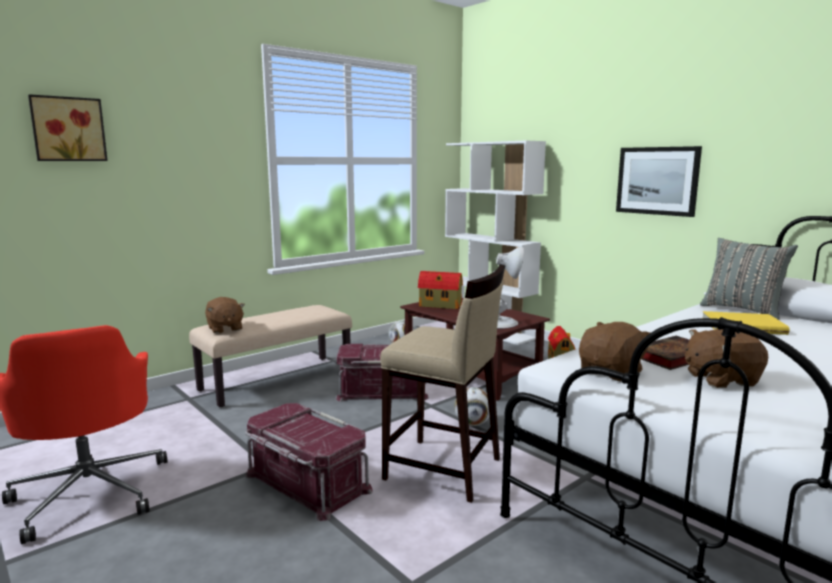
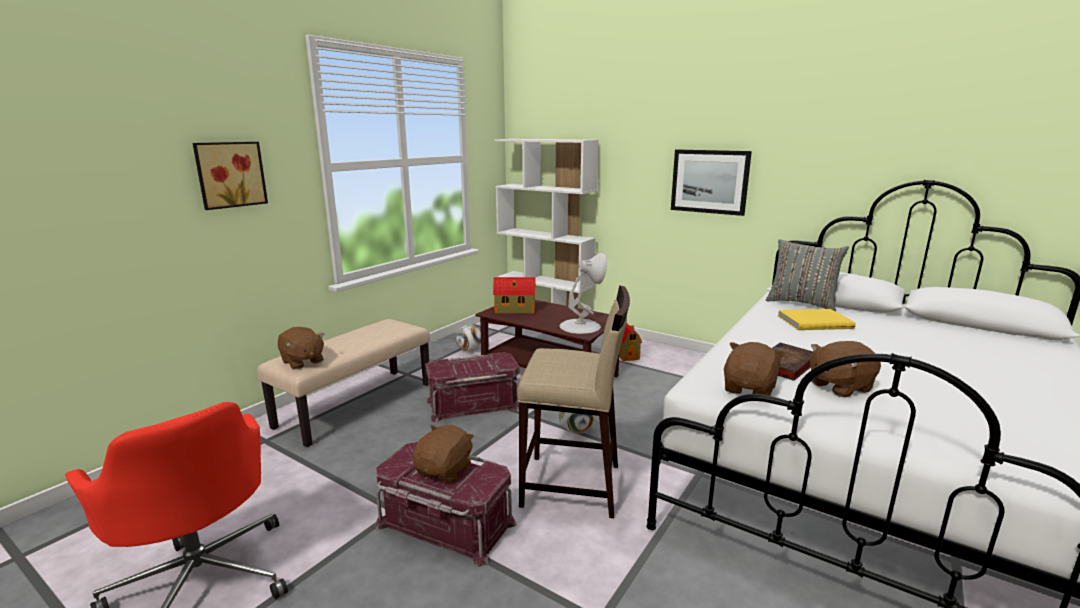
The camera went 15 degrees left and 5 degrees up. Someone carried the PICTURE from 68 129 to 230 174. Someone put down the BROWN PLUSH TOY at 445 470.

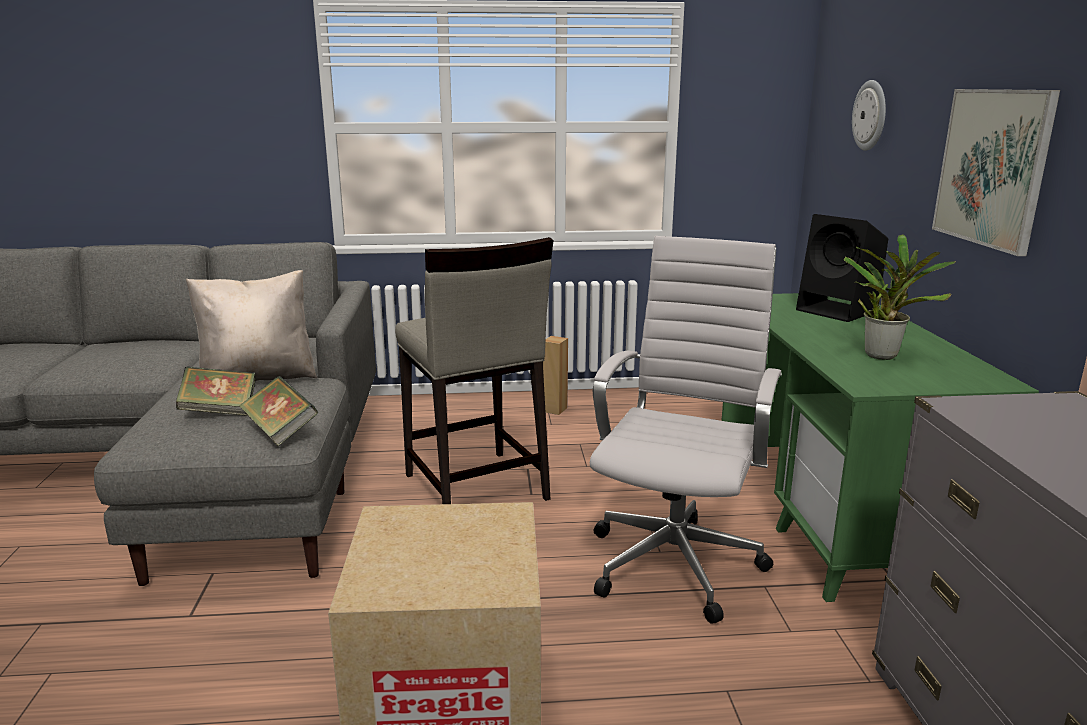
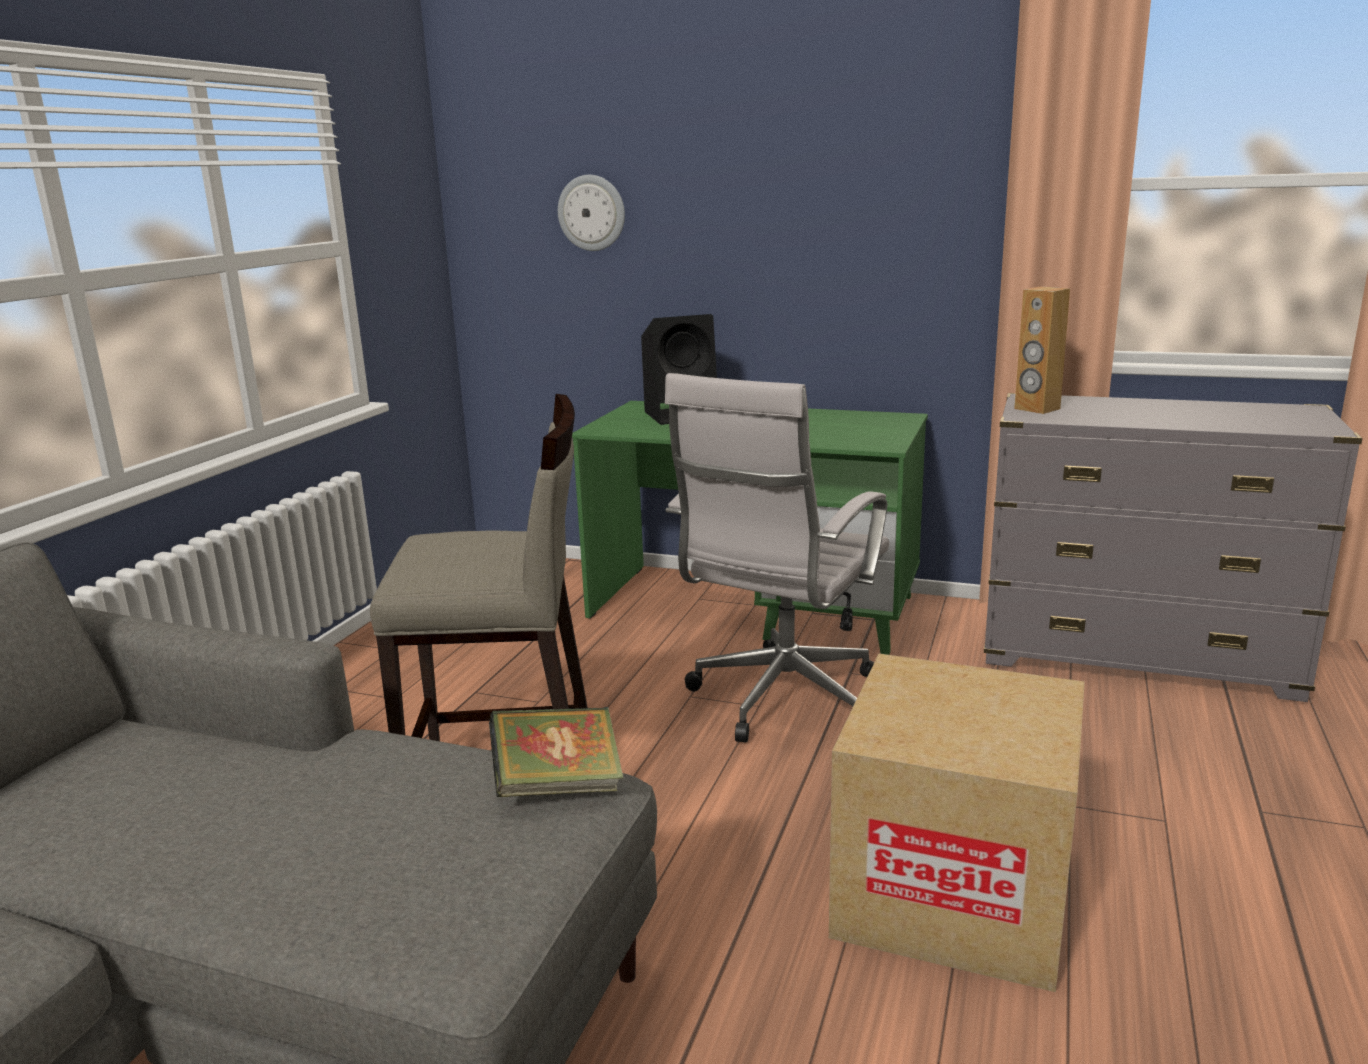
The camera went 65 degrees left and 0 degrees up. Someone rotated the WHITE OFFICE CHAIR at 676 560 by 105 degrees counterclockwise. Someone carried the BROWN SPEAKER from 554 409 to 1036 409. Someone took away the BOOK at 220 411. Someone took away the BEIGE PILLOW at 258 378. Someone took away the POTTED PLANT at 882 354. Someone took away the PICTURE at 992 167.

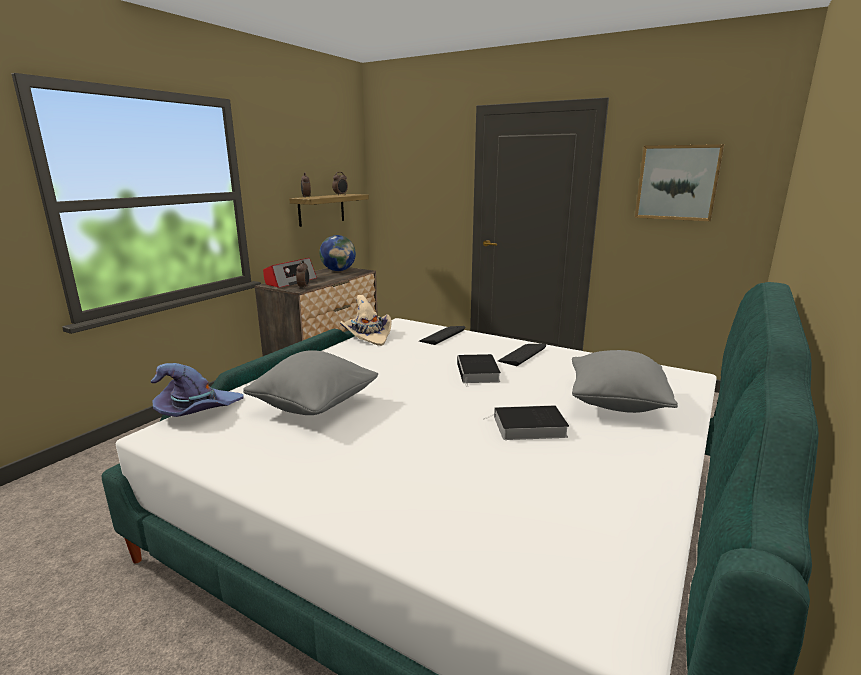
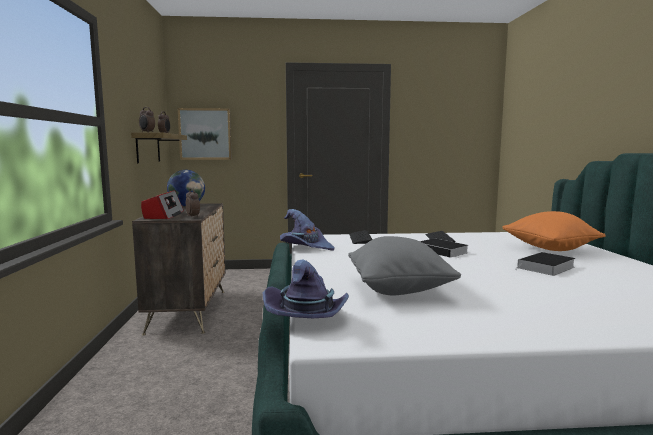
The camera went 35 degrees left and 10 degrees down. Someone carried the PICTURE from 677 182 to 205 134. Someone repainted the BEIGE HAT at 368 336, which became the PURPLE HAT at 305 247. Someone repainted the GREY PILLOW at 616 404, which became the ORANGE PILLOW at 549 249.

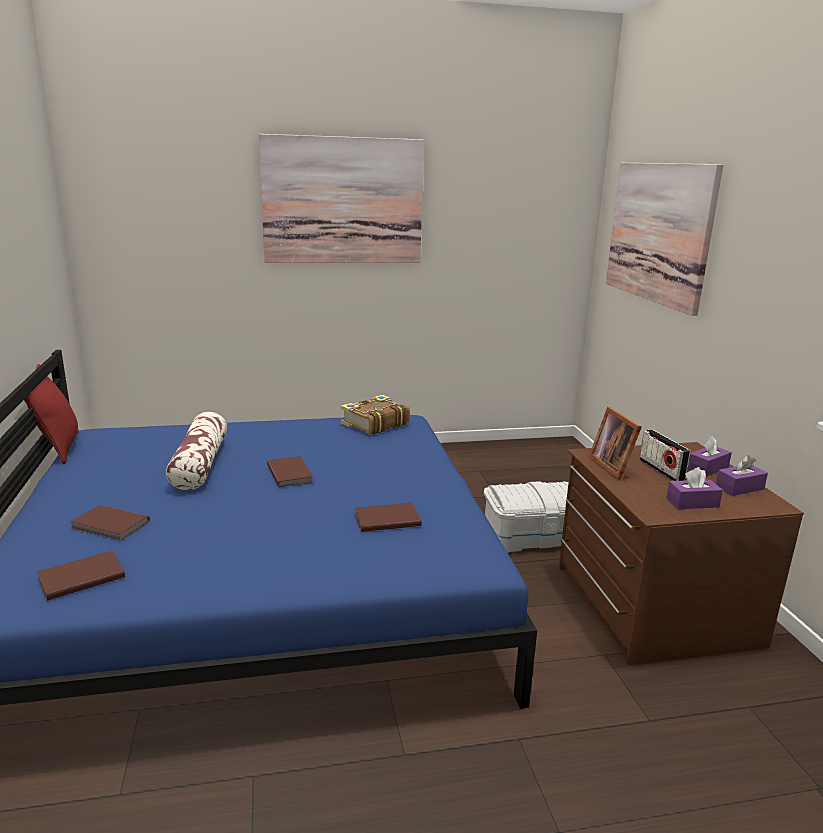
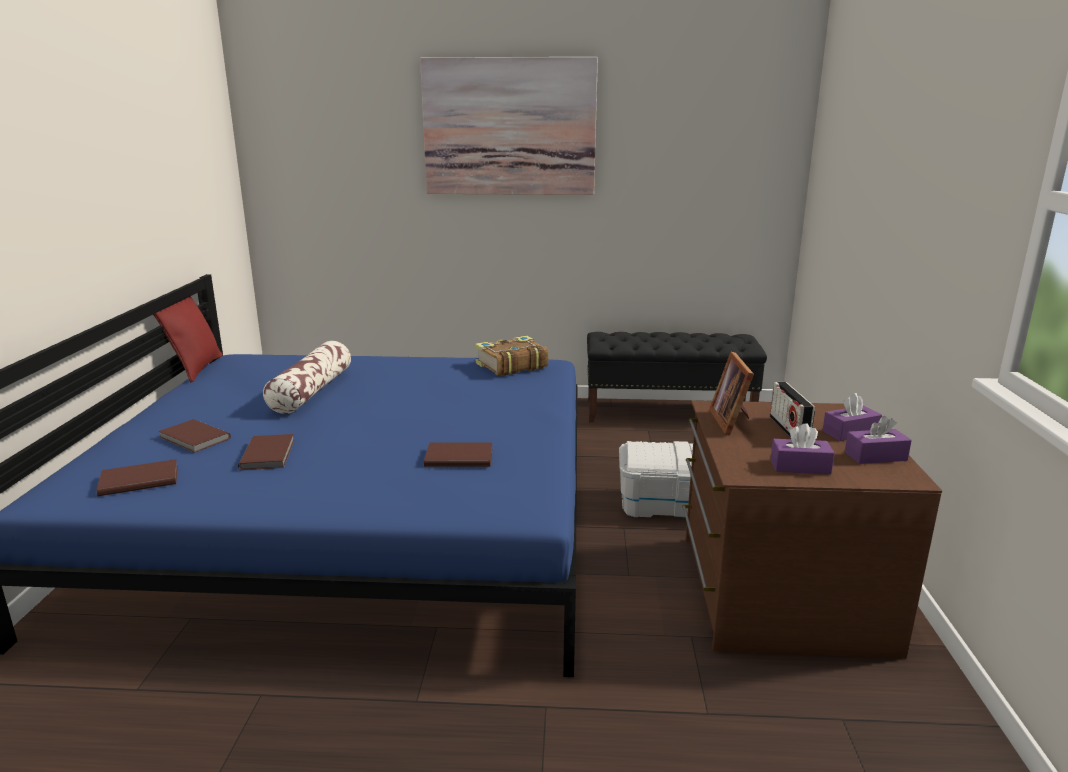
The camera went 15 degrees right and 0 degrees up. Someone carried the BROWN BOOK from 290 473 to 269 454. Someone put down the BLACK BENCH at 669 412. Someone took away the PICTURE at 658 232.

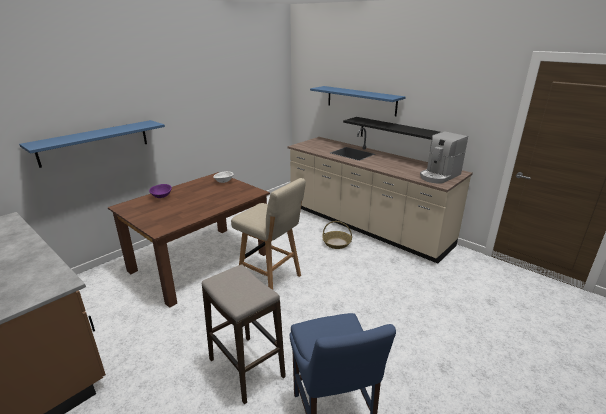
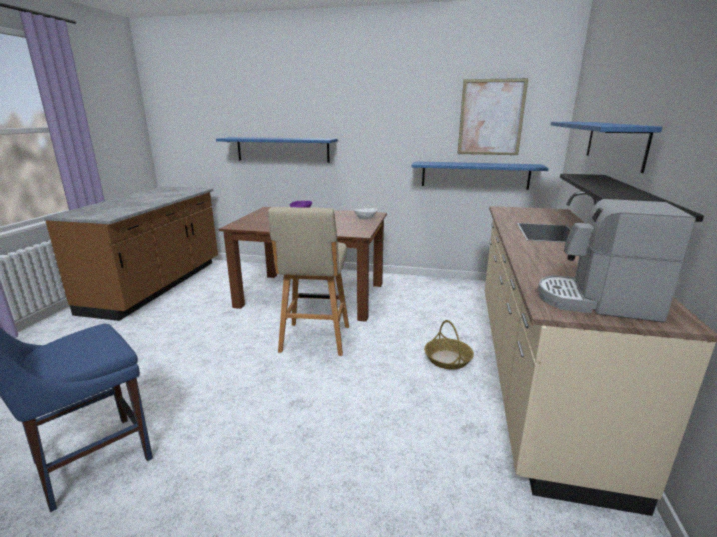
The camera went 60 degrees right and 5 degrees down. Someone put up the BLUE SHELF at 475 175. Someone put up the PICTURE at 491 117. Someone took away the STOOL at 246 368.

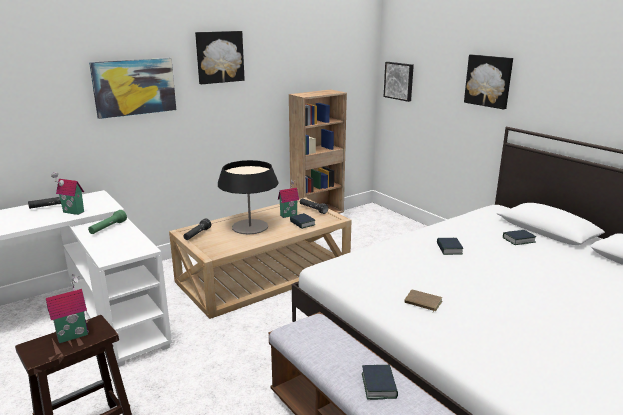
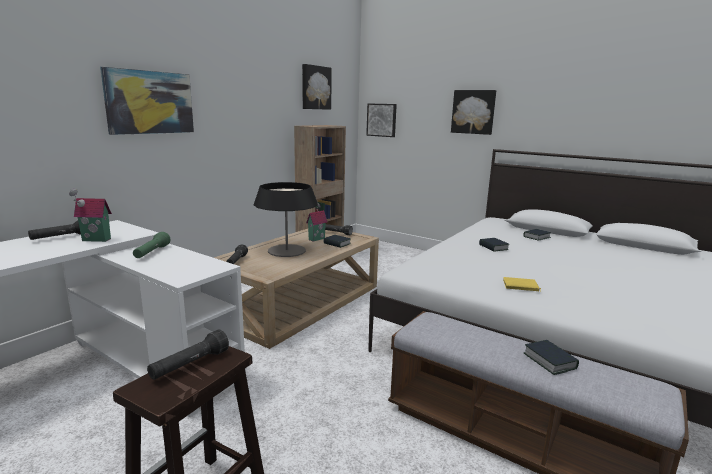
The camera went 20 degrees left and 5 degrees down. Someone swapped the TOY HOUSE at 72 335 for the BLACK FLASHLIGHT at 190 365. Someone carried the PICTURE from 219 57 to 315 87. Someone repainted the BROWN BOOK at 422 303, which became the YELLOW BOOK at 520 287.

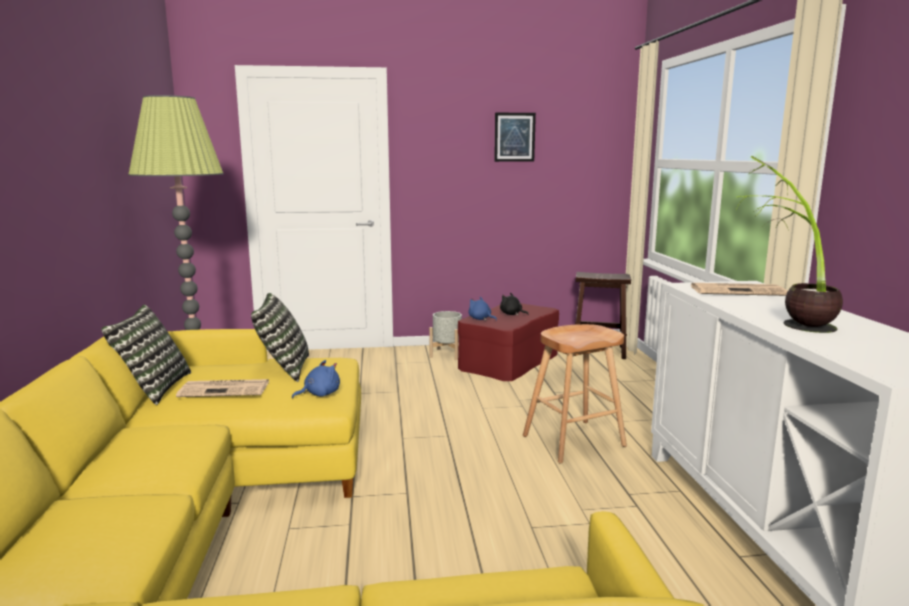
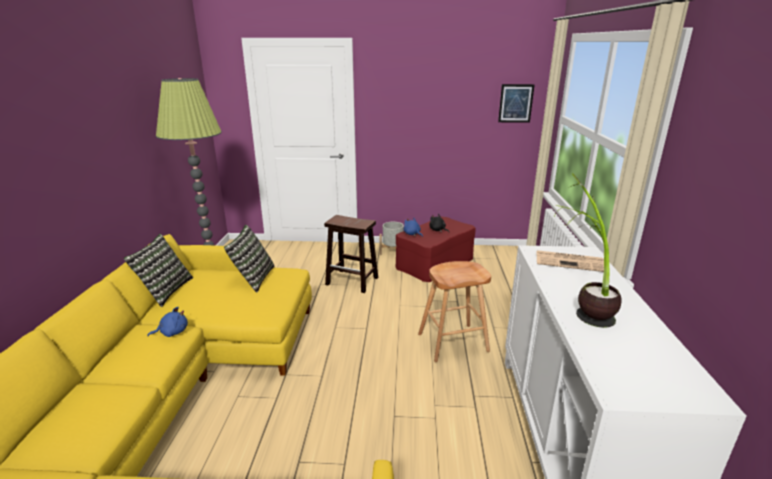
The camera went 10 degrees right and 10 degrees up. Someone carried the BLUE PLUSH TOY from 319 394 to 172 332. Someone carried the BROWN STOOL from 599 351 to 353 281. Someone carried the PICTURE from 514 137 to 515 103. Someone took away the NEWSPAPER at 226 389.

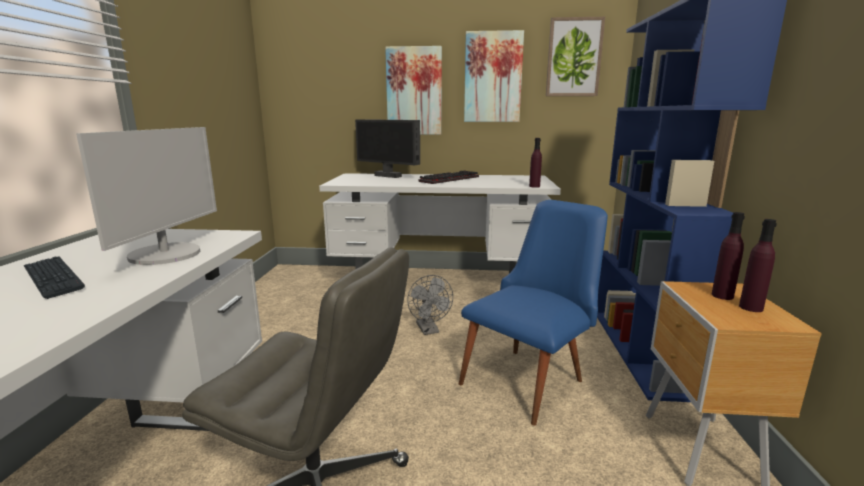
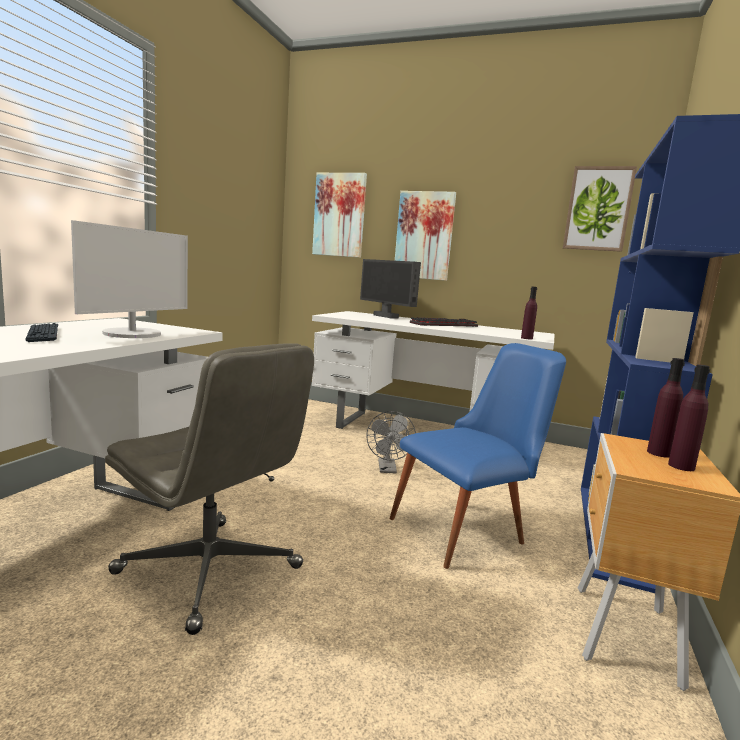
The camera went 15 degrees right and 5 degrees down. Someone carried the PICTURE from 492 77 to 339 215.

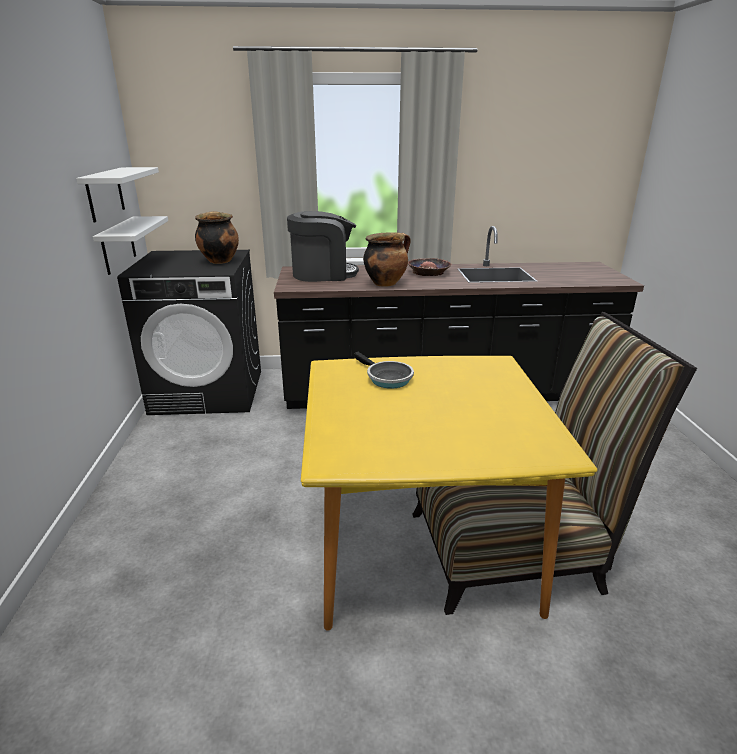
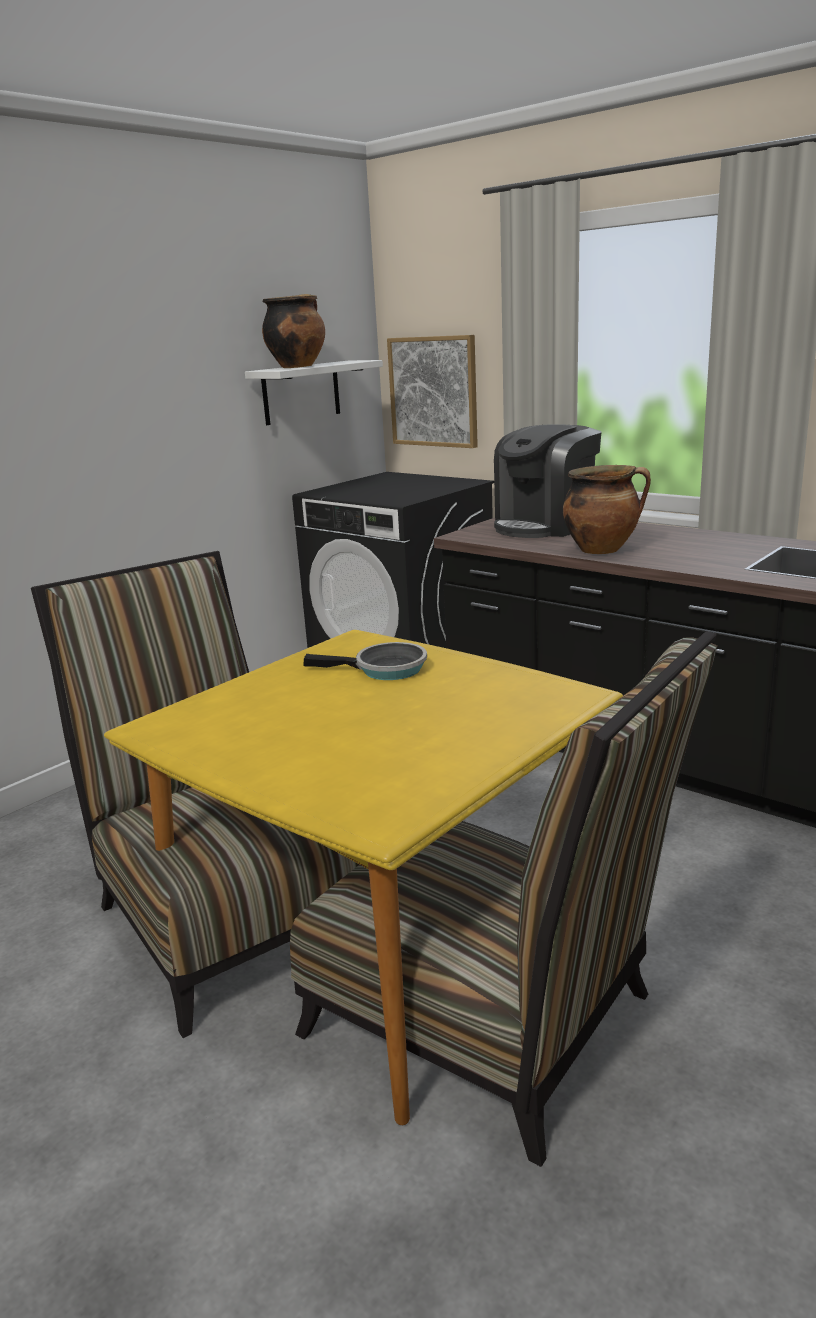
The camera went 45 degrees right and 5 degrees down. Someone put down the CHAIR at 227 912. Someone carried the COOKING POT from 219 261 to 297 367. Someone rotated the FRYING PAN at 386 378 by 90 degrees counterclockwise. Someone put up the PICTURE at 434 391. Someone rotated the COFFEE MACHINE at 323 274 by 105 degrees clockwise. Someone took away the WHITE SHELF at 118 245. Someone took away the BOWL at 429 272.

